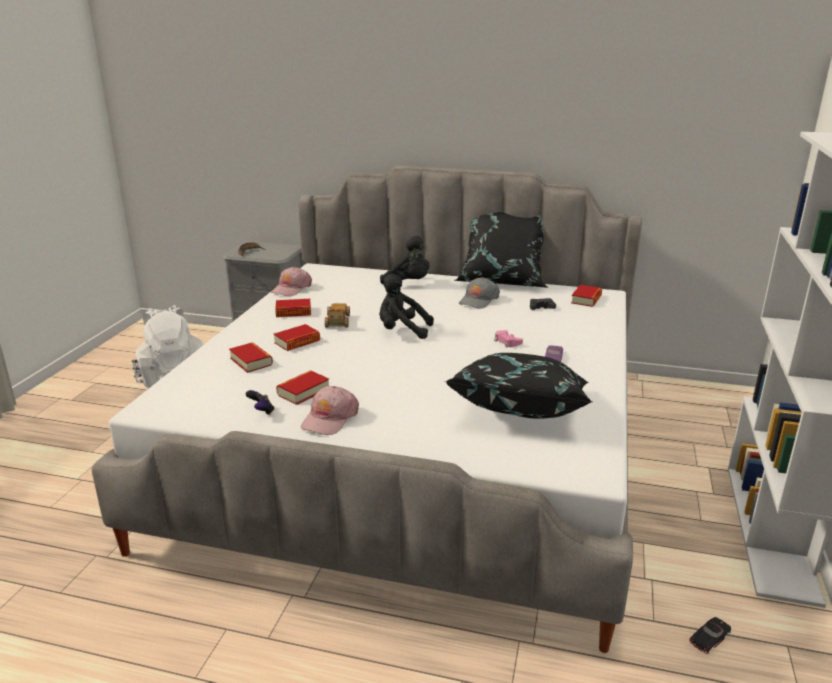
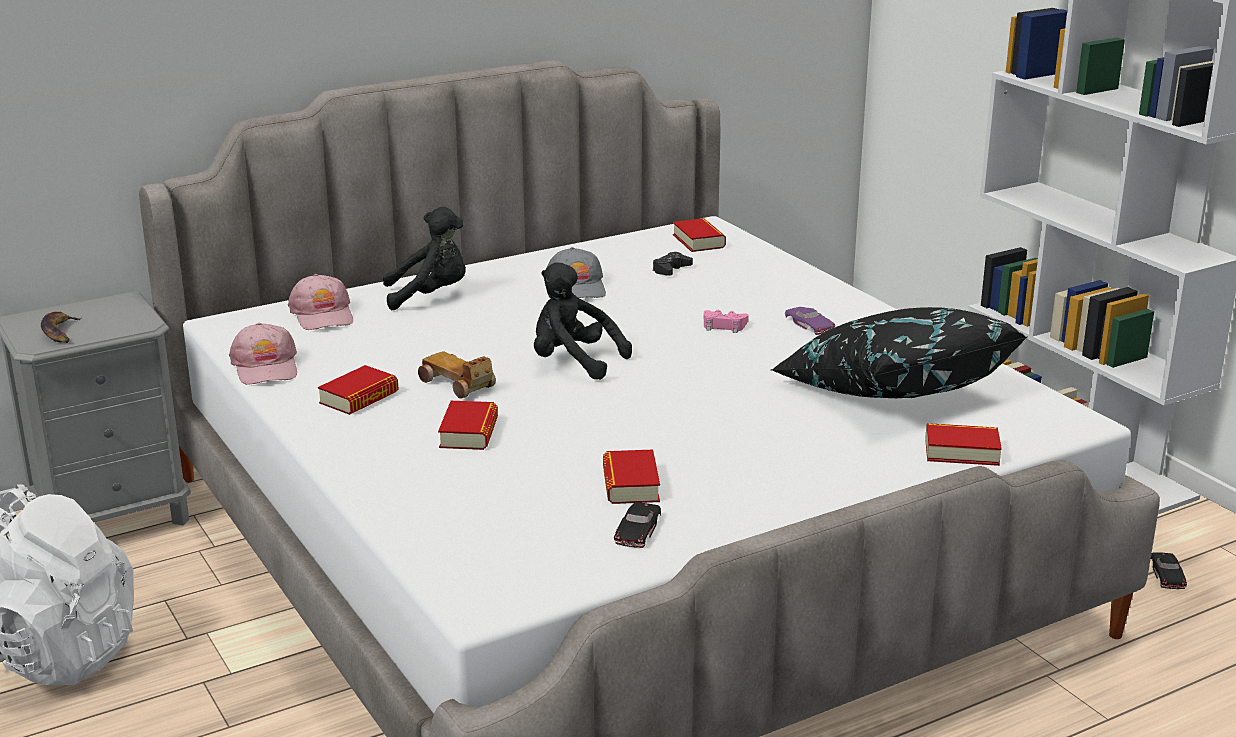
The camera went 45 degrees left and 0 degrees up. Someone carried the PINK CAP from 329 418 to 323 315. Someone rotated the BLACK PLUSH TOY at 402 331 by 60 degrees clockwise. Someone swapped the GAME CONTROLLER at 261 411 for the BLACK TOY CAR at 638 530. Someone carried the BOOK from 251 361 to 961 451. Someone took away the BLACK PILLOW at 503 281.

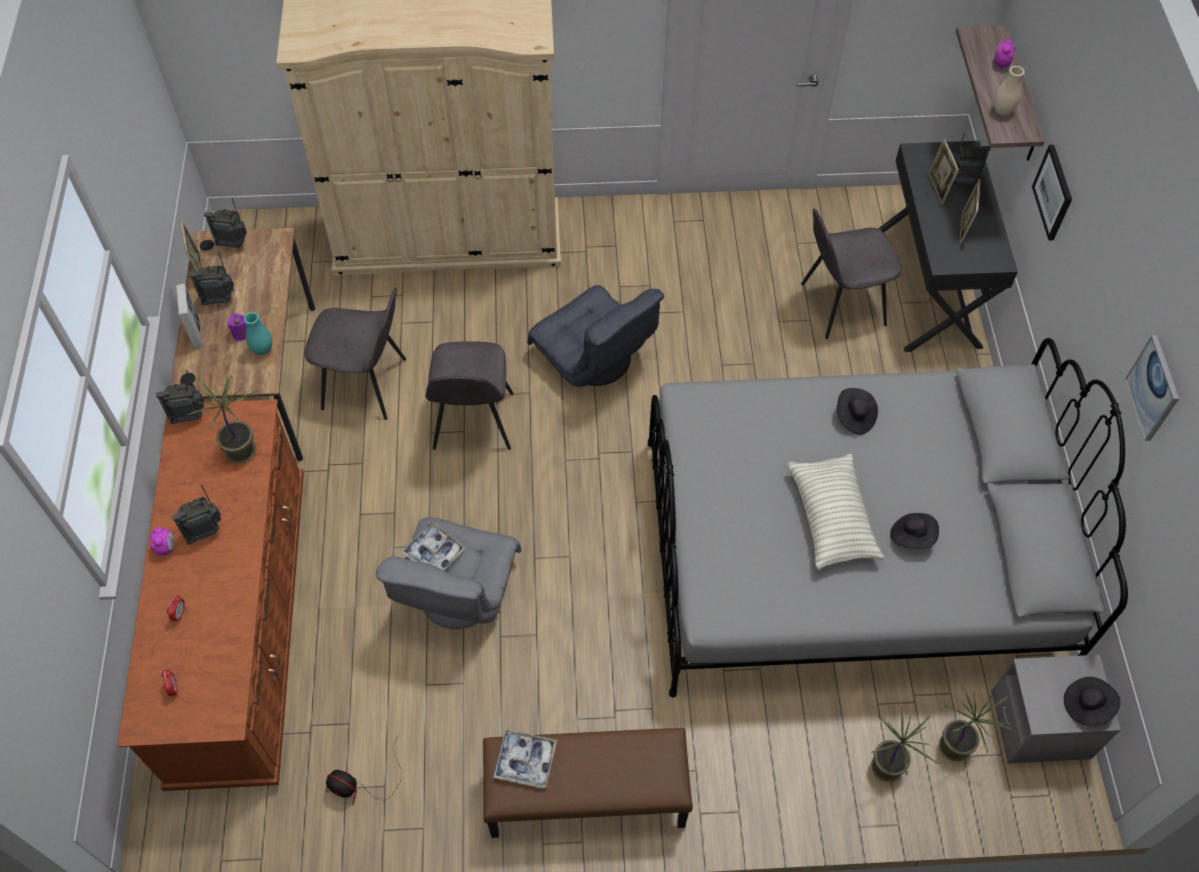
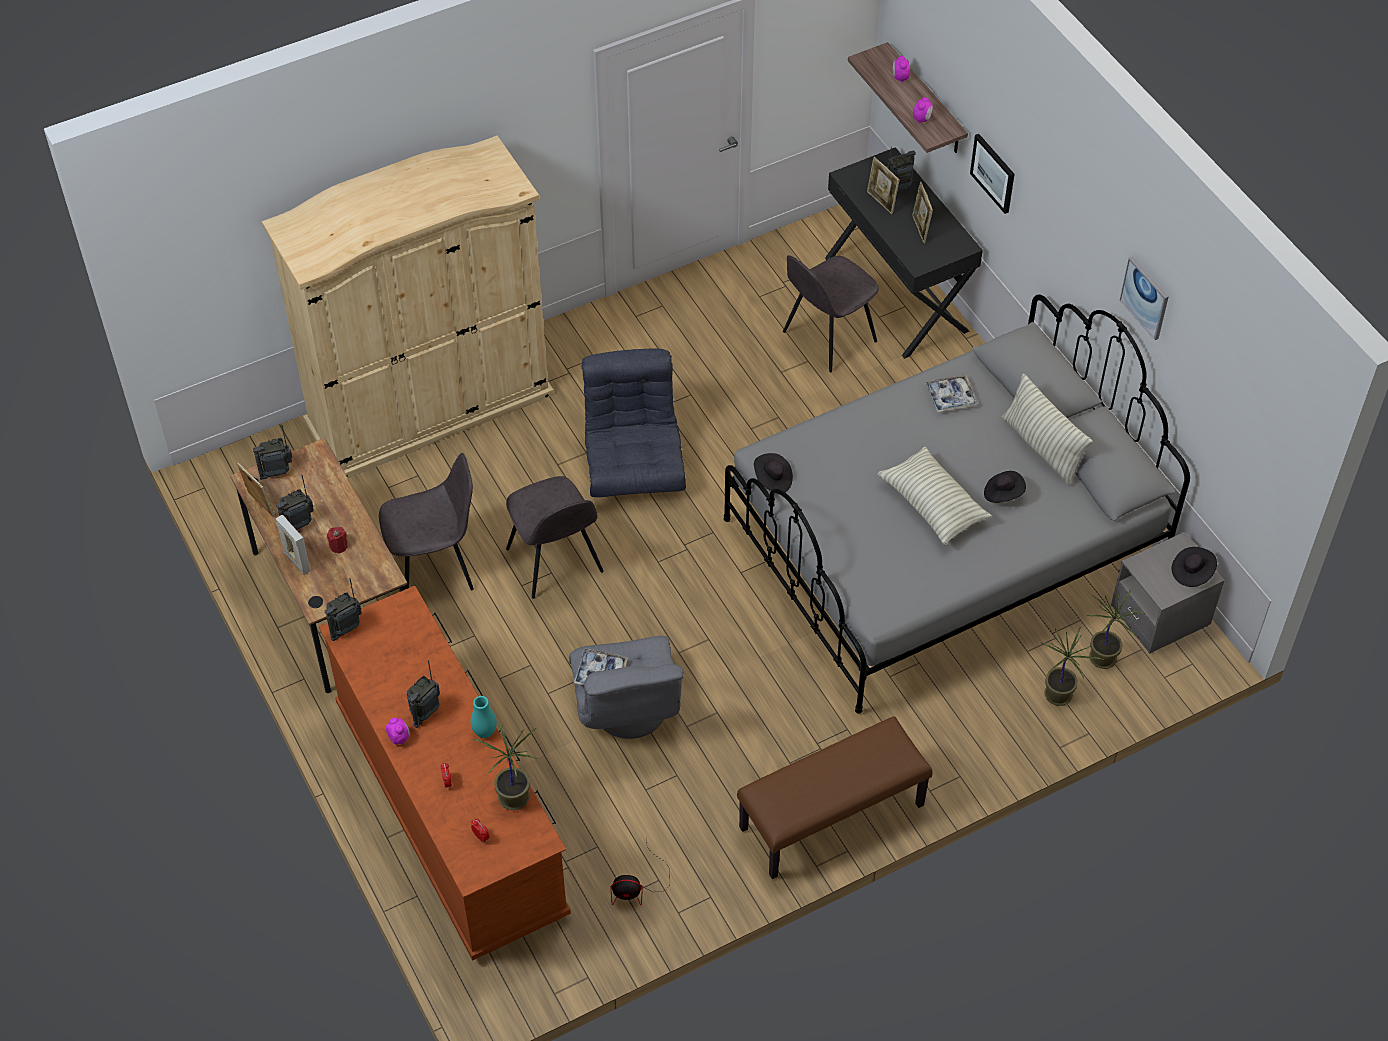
The camera went 25 degrees left and 5 degrees down. Someone repainted the PURPLE CANDLE at 241 333, which became the RED CANDLE at 338 546. Someone carried the TURQUOISE VASE from 263 350 to 484 732. Someone carried the POTTED PLANT from 241 450 to 513 797. Someone rotated the GREY ARMCHAIR at 594 360 by 120 degrees counterclockwise. Someone carried the BLACK HAT from 854 417 to 773 480. Someone swapped the BEIGE VASE at 1002 111 for the ALARM CLOCK at 922 119. Someone carried the TRAY from 525 761 to 950 397. Someone put down the PILLOW at 1042 448.

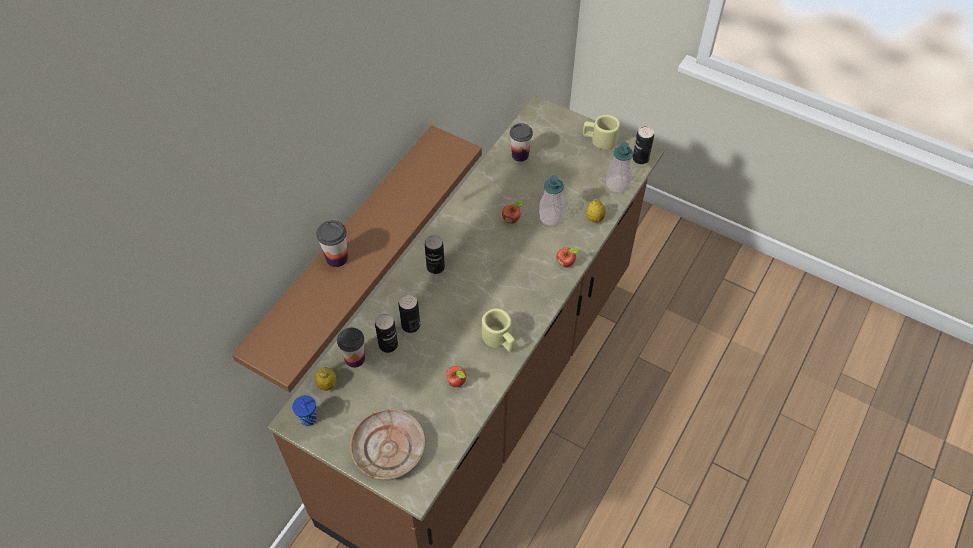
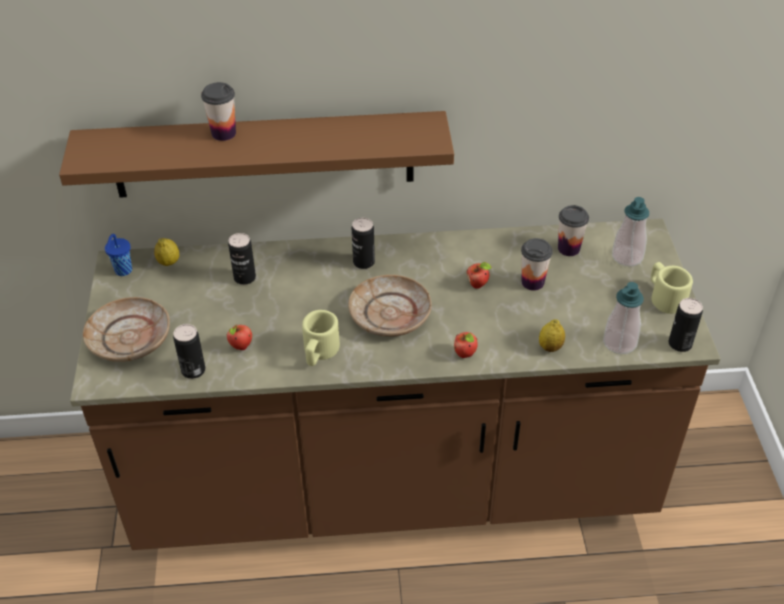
The camera went 55 degrees right and 10 degrees down. Someone carried the CAN from 411 325 to 193 370. Someone put down the BEIGE PLATE at 390 315. Someone carried the CUP from 355 359 to 532 282. Someone carried the SOAP DISPENSER from 550 217 to 627 257.

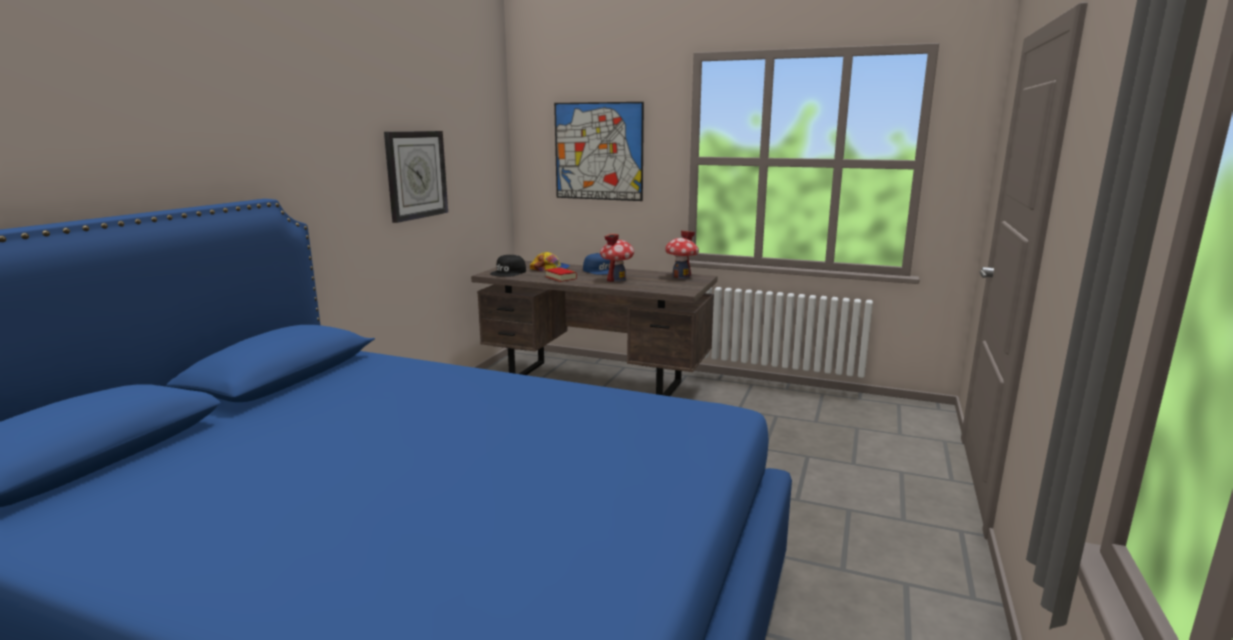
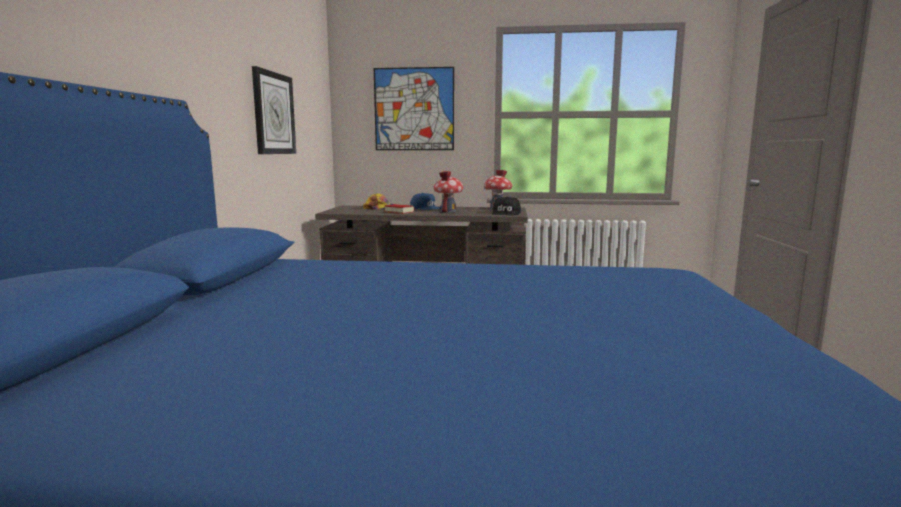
The camera went 15 degrees left and 5 degrees down. Someone carried the BLACK CAP from 508 272 to 506 213.

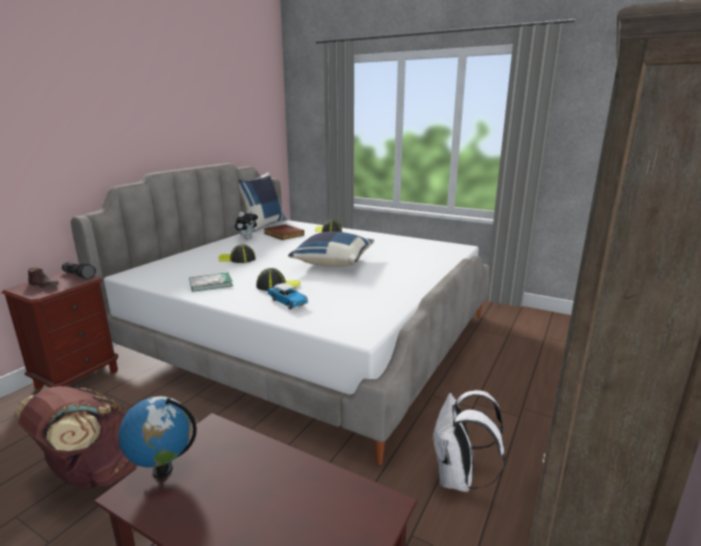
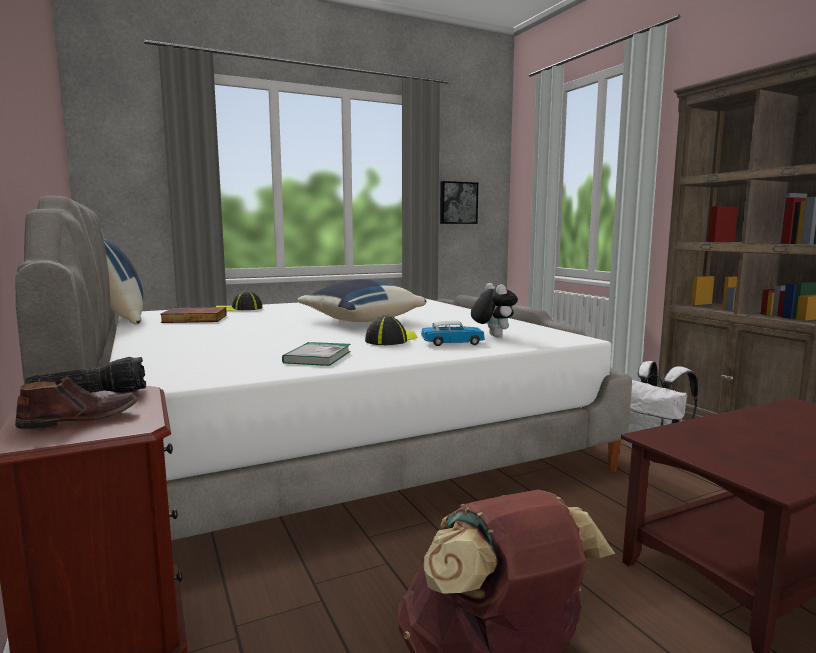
The camera went 55 degrees left and 10 degrees down. Someone put up the PICTURE at 458 203. Someone carried the PLUSH TOY from 247 238 to 492 336. Someone took away the GLOBE at 163 470. Someone took away the CAP at 237 259.

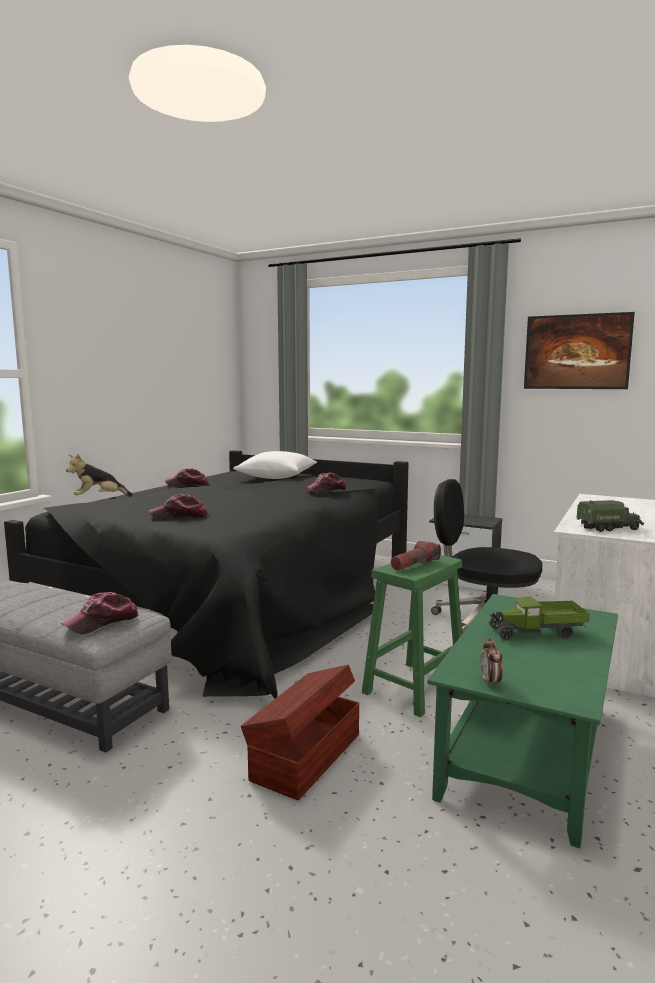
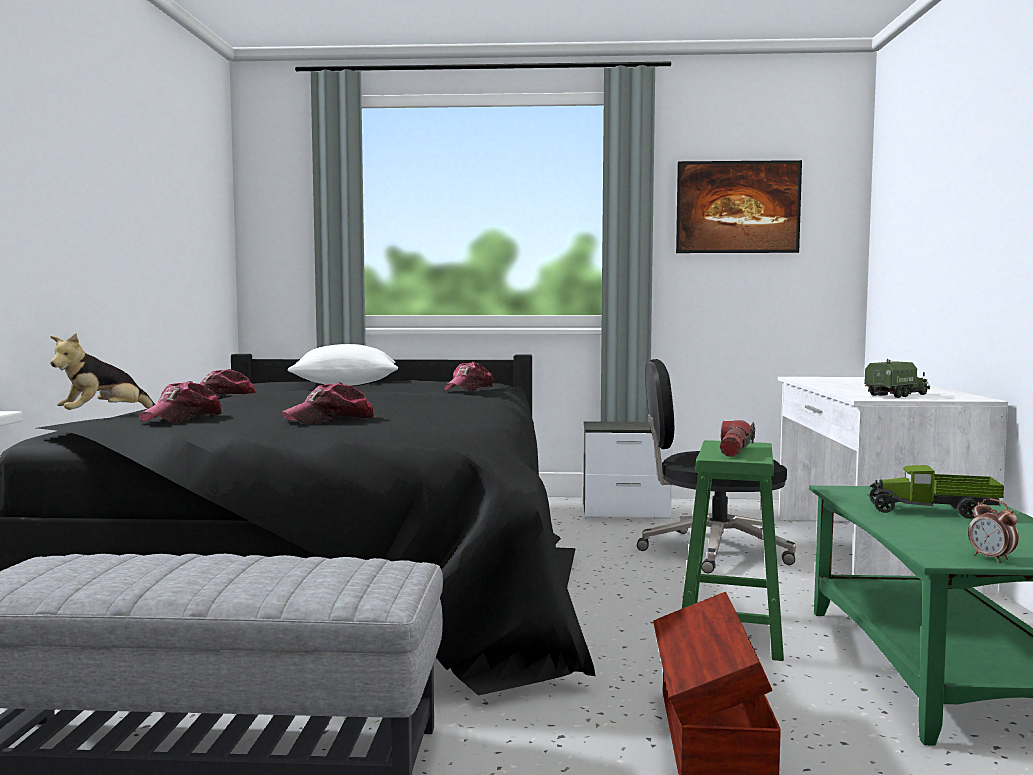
The camera went 25 degrees left and 5 degrees down. Someone carried the CAP from 102 622 to 183 418. Someone rotated the TOY TRUCK at 537 633 by 45 degrees clockwise.

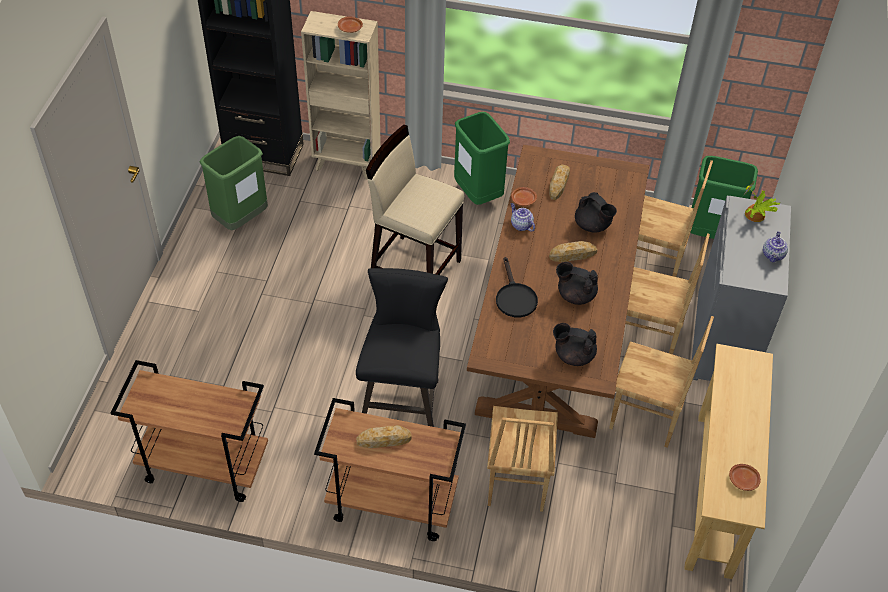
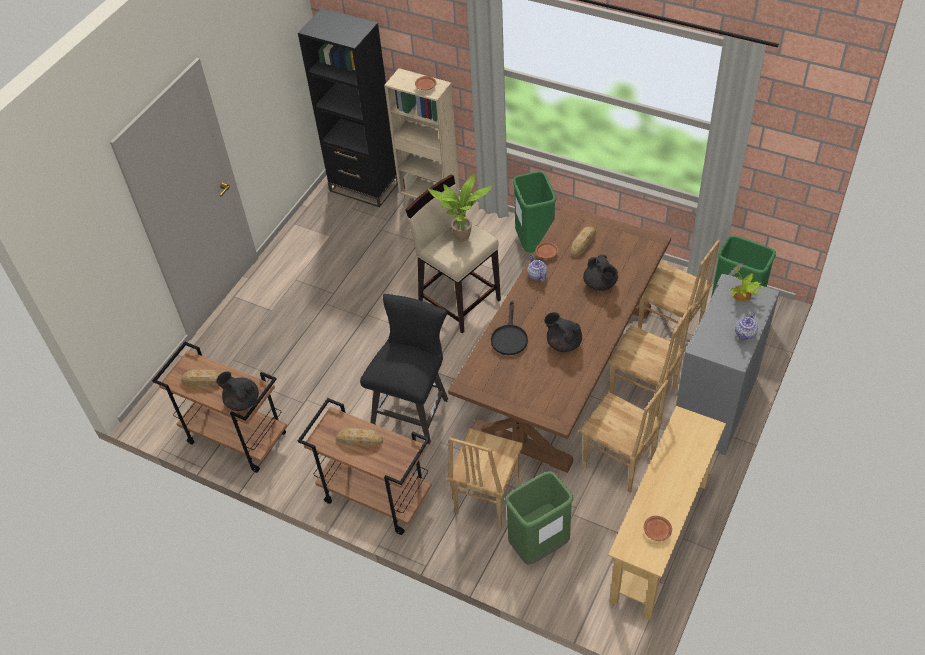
The camera went 20 degrees right and 0 degrees up. Someone carried the BREAD from 572 254 to 204 380. Someone carried the BLACK TEAPOT from 573 355 to 242 401. Someone put down the POTTED PLANT at 463 239. Someone carried the GREEN TRASH CAN from 241 219 to 539 546.

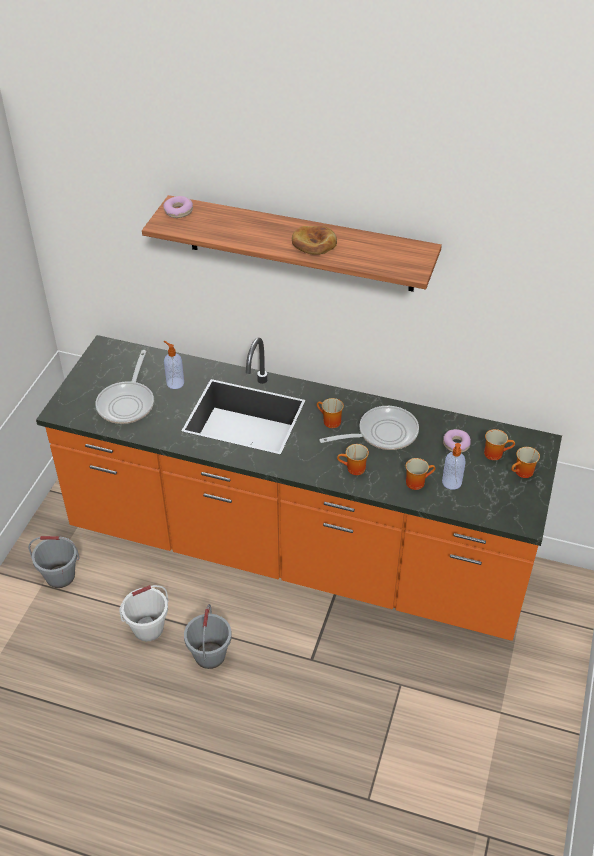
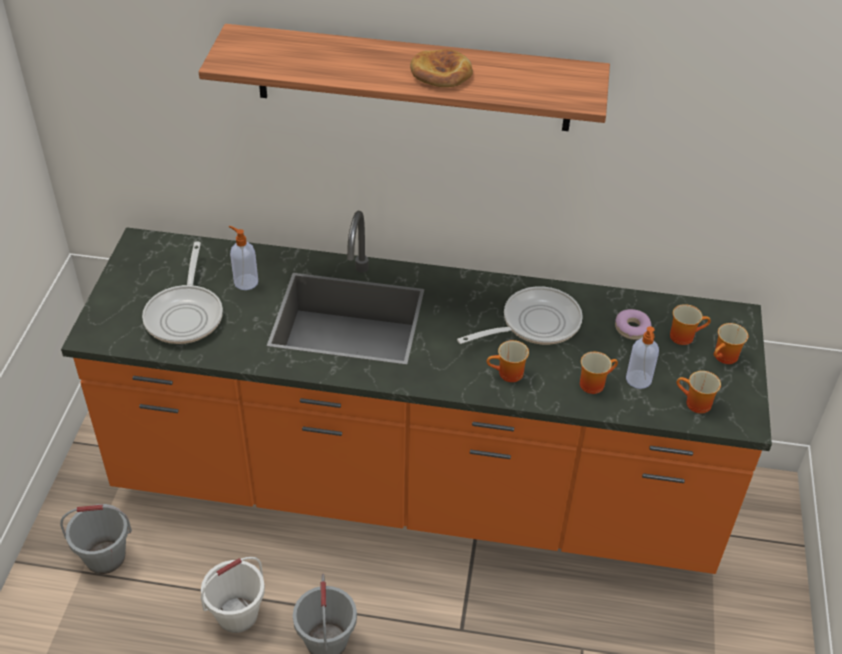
The camera went 10 degrees left and 0 degrees up. Someone carried the MUG from 329 422 to 694 404. Someone took away the DONUT at 178 211.

